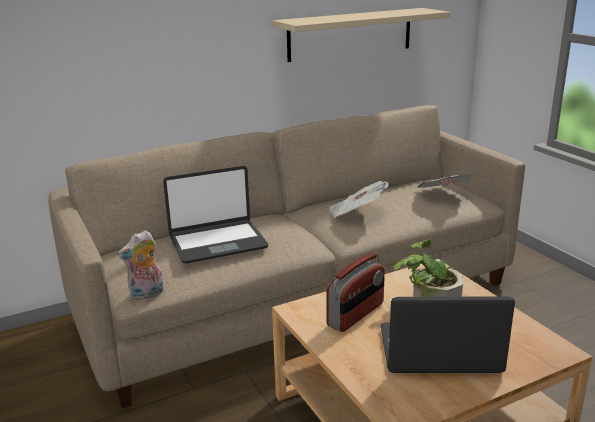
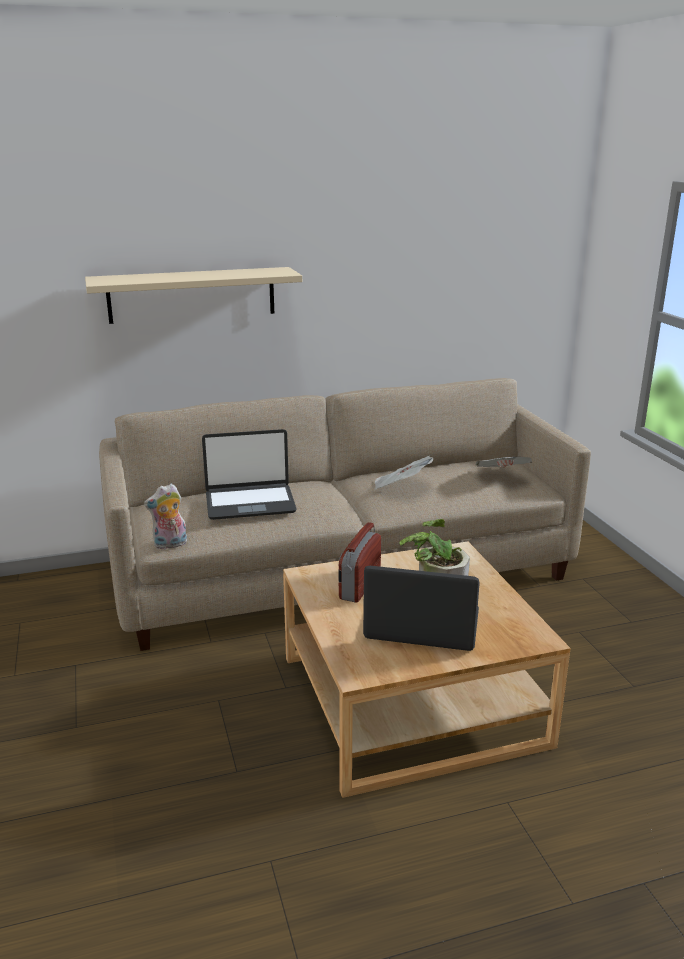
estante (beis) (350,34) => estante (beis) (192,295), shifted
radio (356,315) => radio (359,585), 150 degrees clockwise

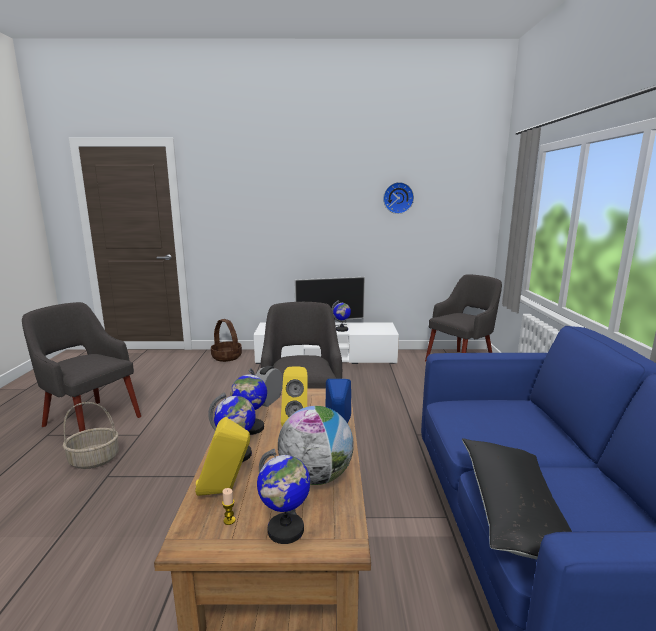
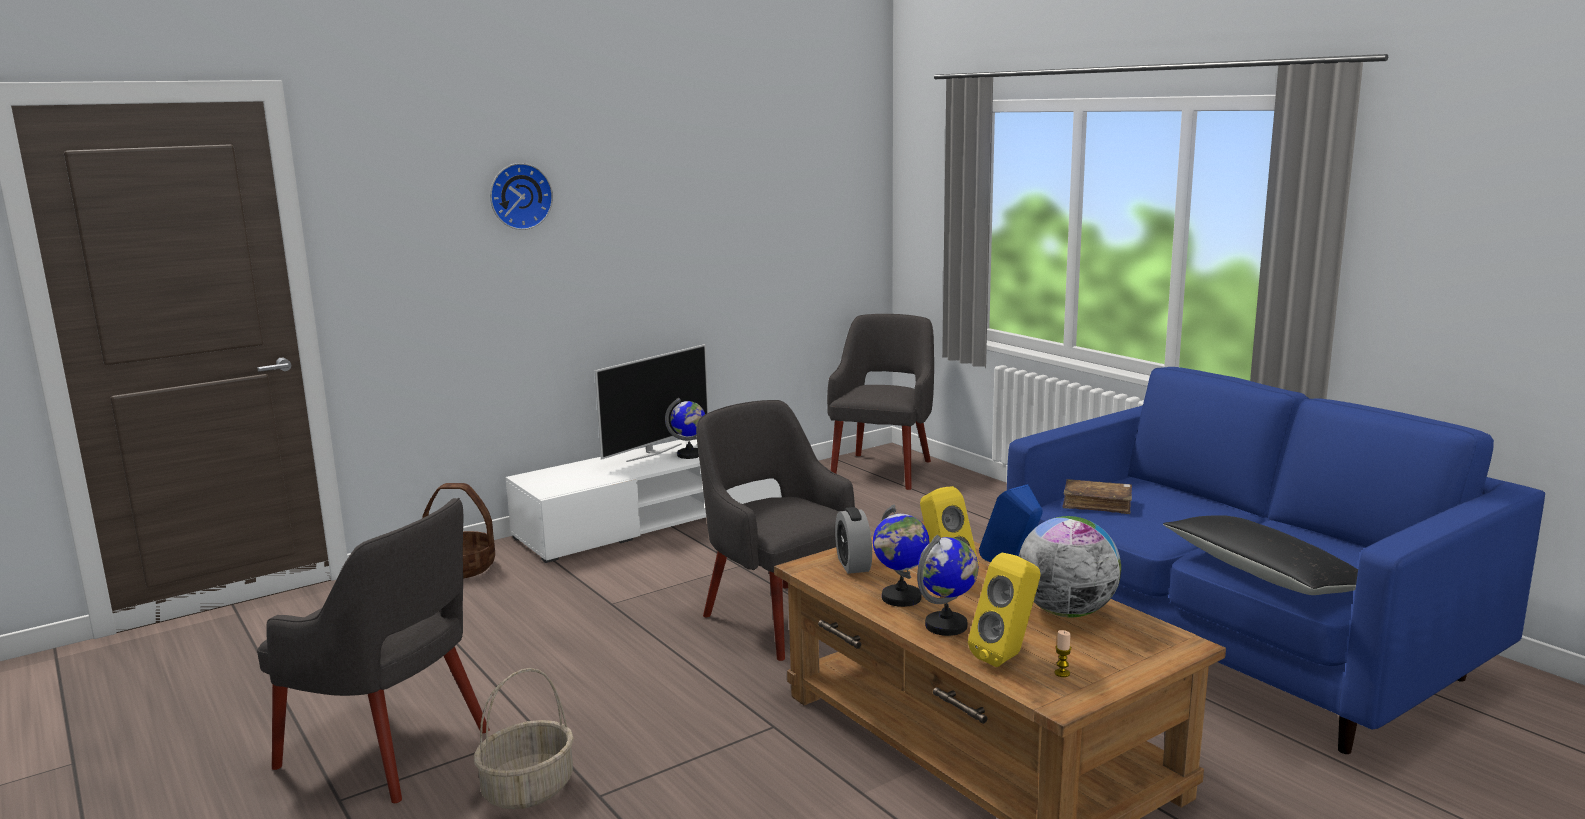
sillón (gris) (91,421) => sillón (gris) (388,749), 150 degrees counterclockwise
reloj de pared (398,198) => reloj de pared (519,196), shifted
nothing => libro (marrón) (1097,504)
globo terráqueo (285,530) => nothing

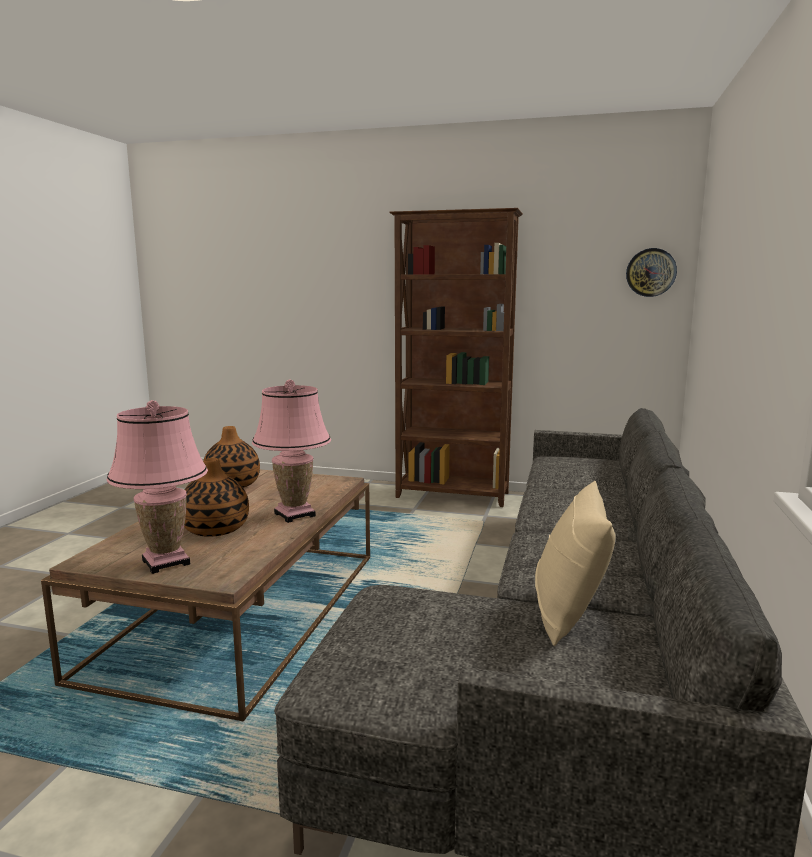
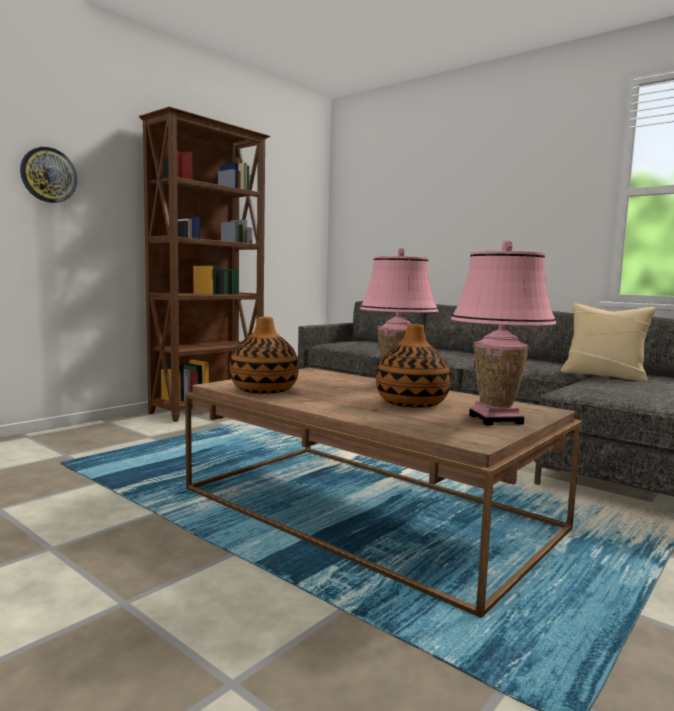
reloj de pared (651,272) => reloj de pared (48,175), shifted

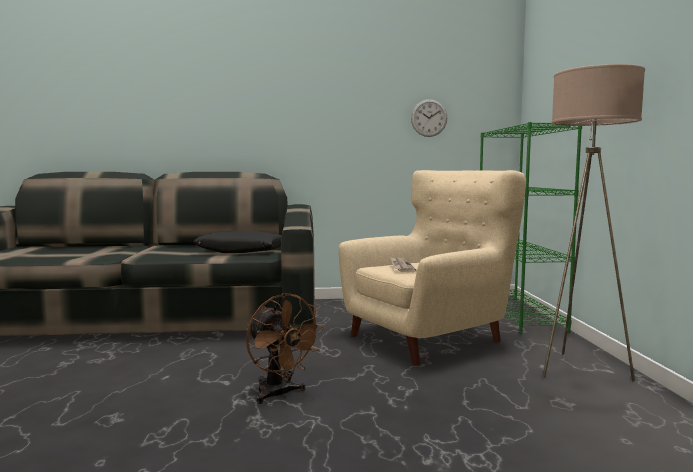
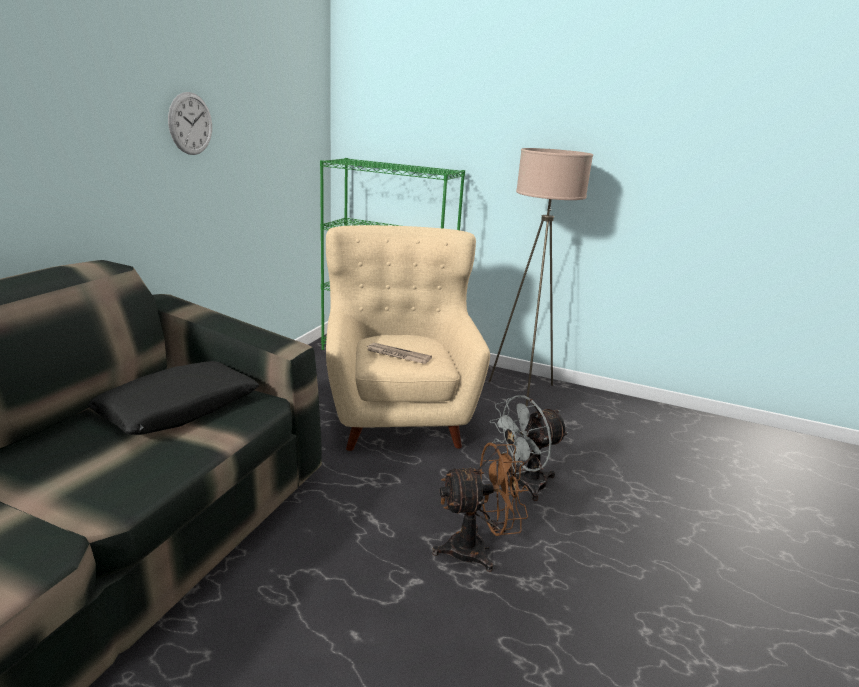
reloj de pared (429,118) => reloj de pared (190,124), shifted
nothing => ventilador (gris) (523,485)

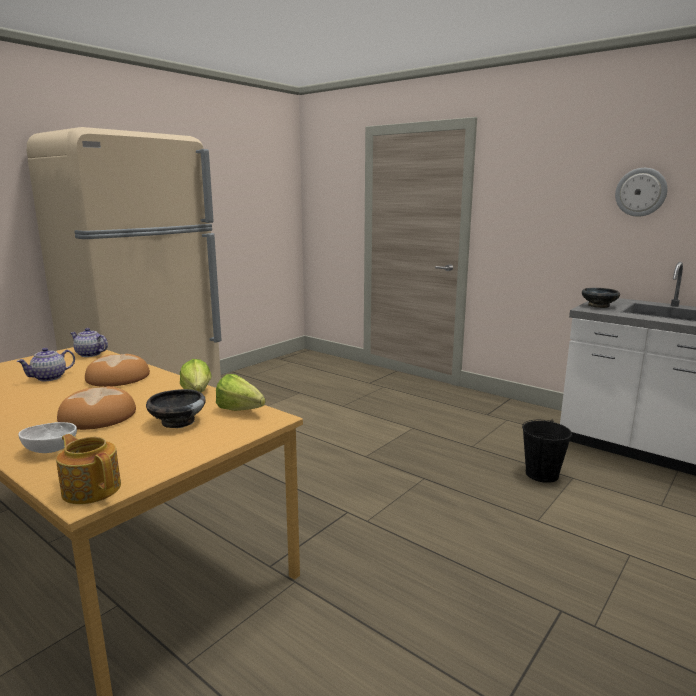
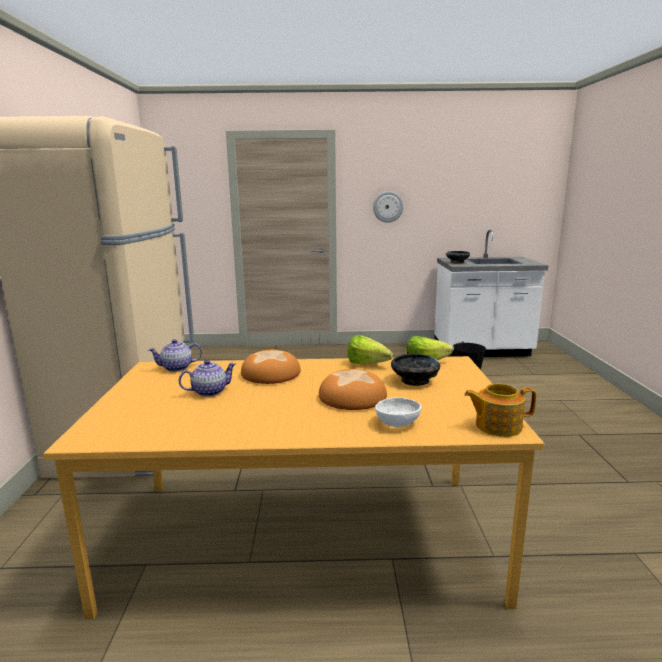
tetera (50,377) => tetera (209,392), 120 degrees counterclockwise
reloj de pared (641,192) => reloj de pared (388,206), shifted

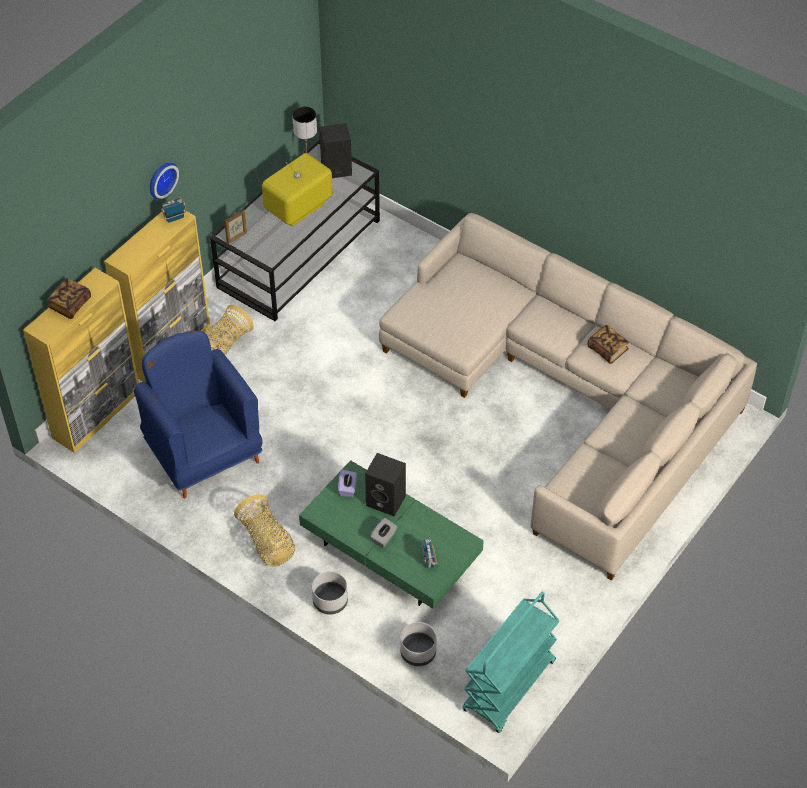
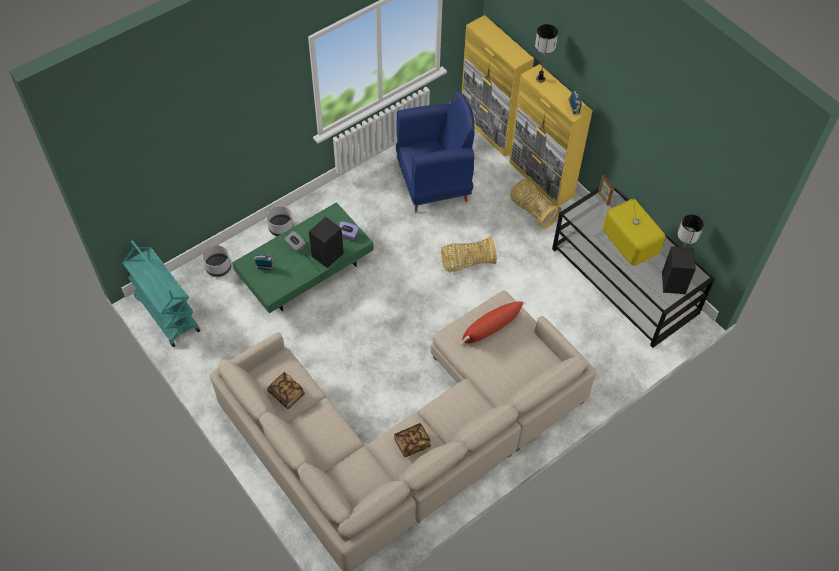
libro (70,304) => libro (286,394), shifted
cesta (267,542) => cesta (466,262), shifted
nothing => cojín (rojo) (490,329)
nothing => lámpara de mesa (540,79)
reloj de pared (161,179) => nothing

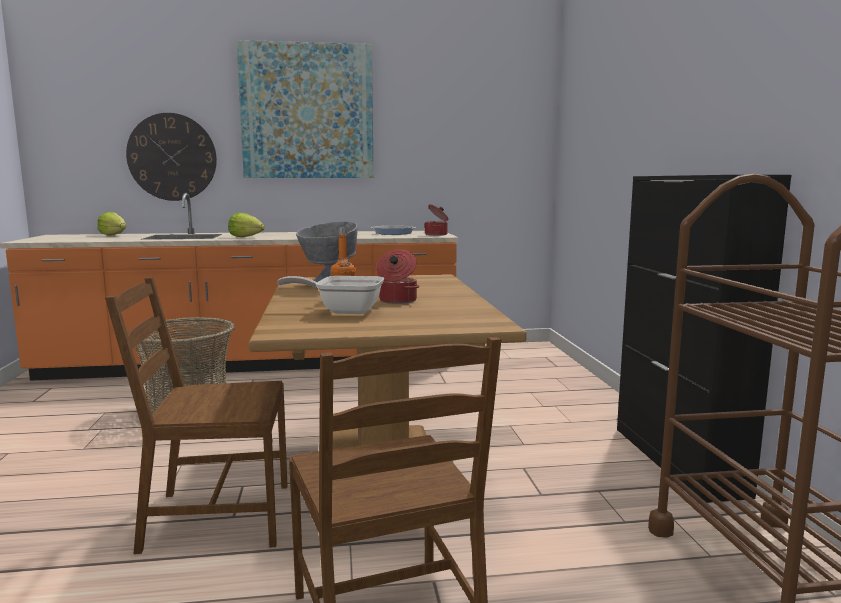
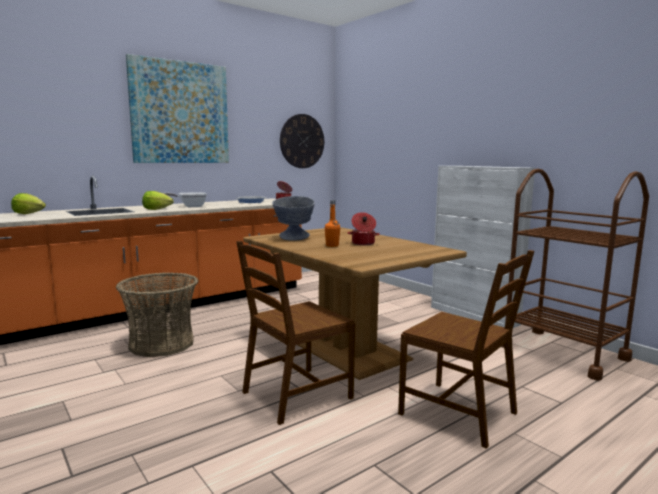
sartén (343,311) => sartén (189,206), shifted
reloj de pared (172,157) => reloj de pared (302,141), shifted
armario (negro) (677,460) => armario (blanco) (473,316)

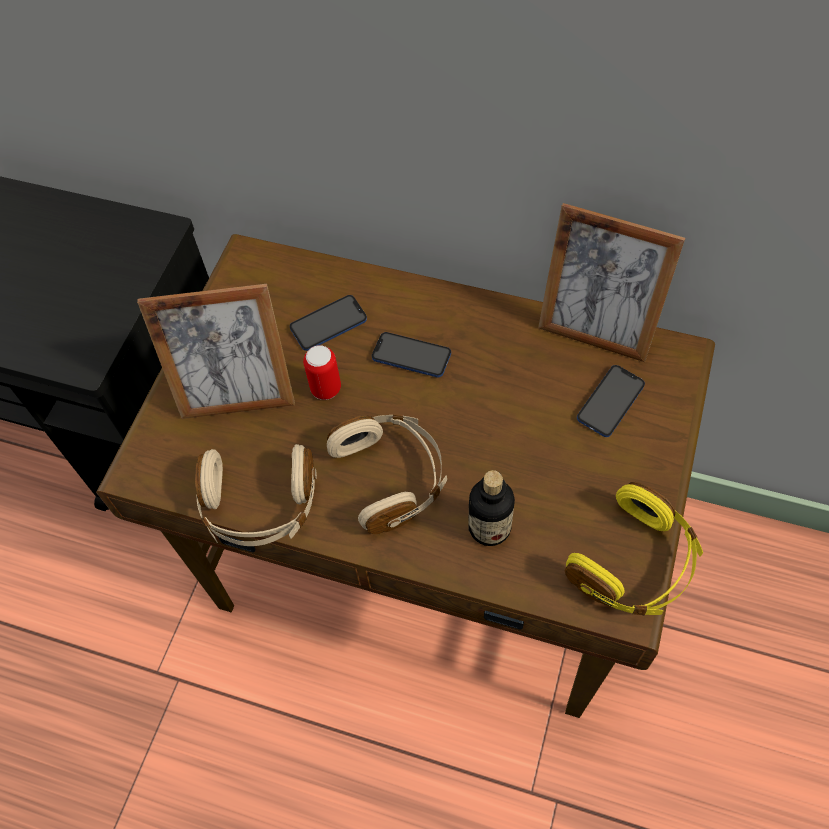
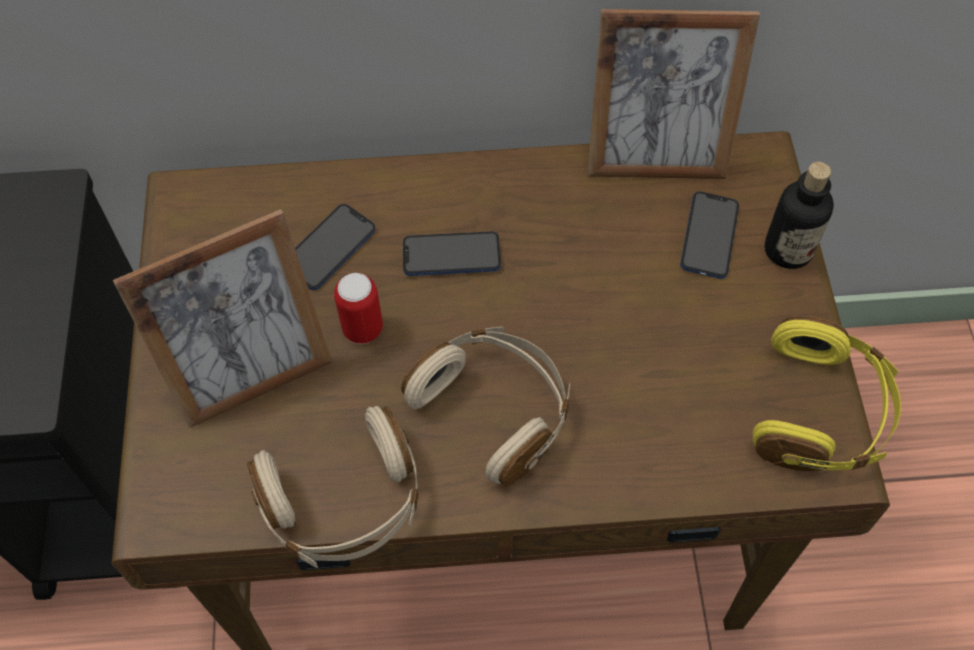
botella (489,527) => botella (788,250), shifted

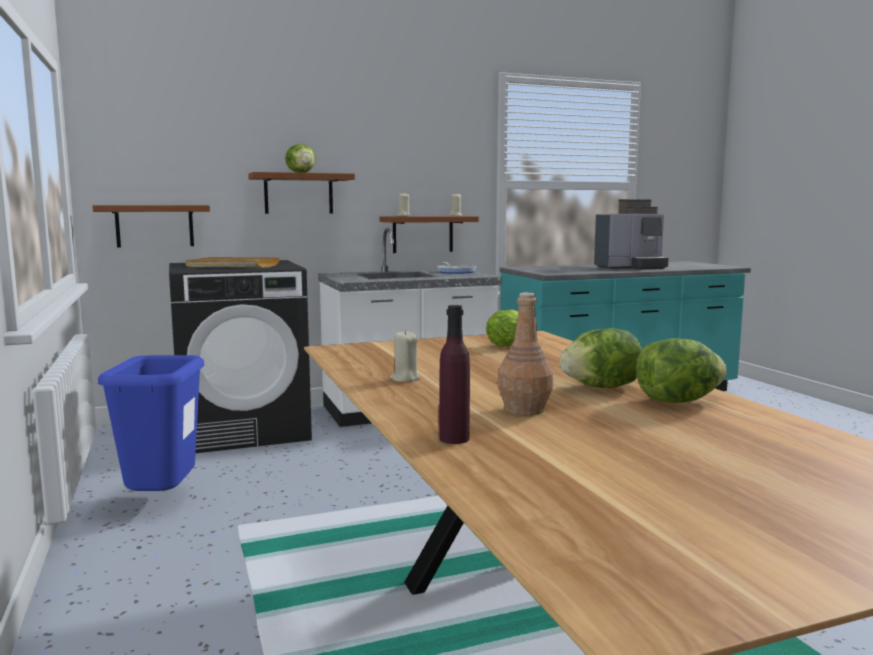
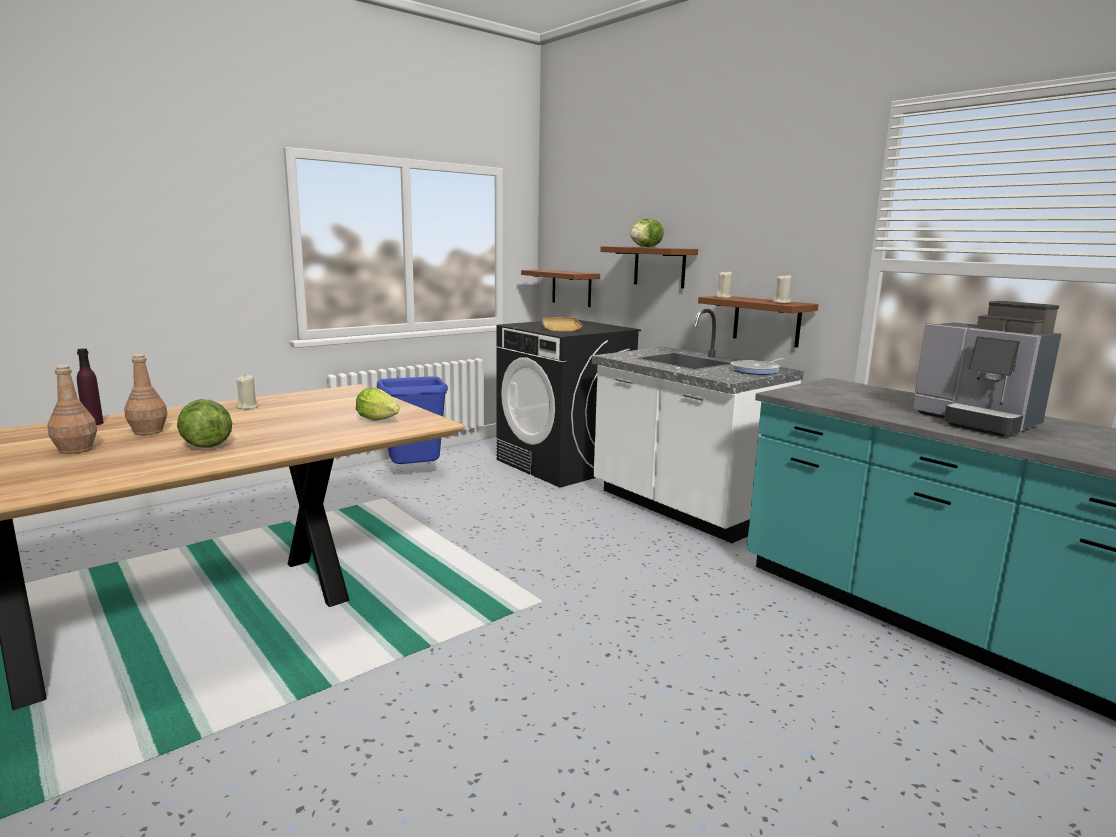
nothing => botella (marrón) (75,449)
lechuga (677,401) => nothing

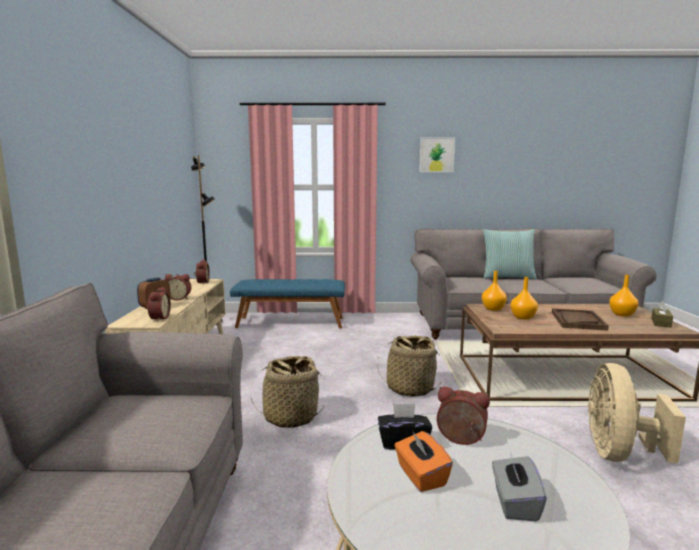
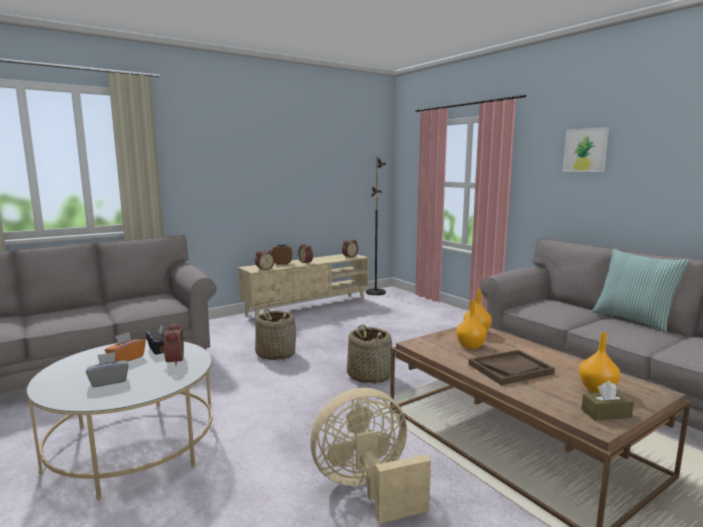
banco (azul) (290,322) => nothing

